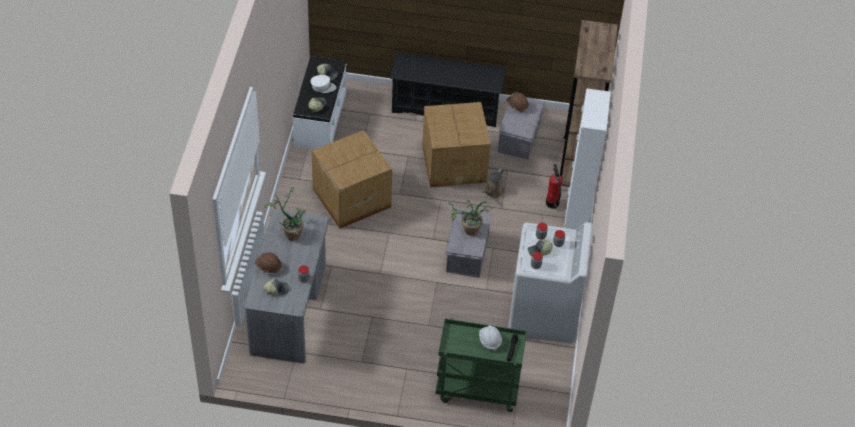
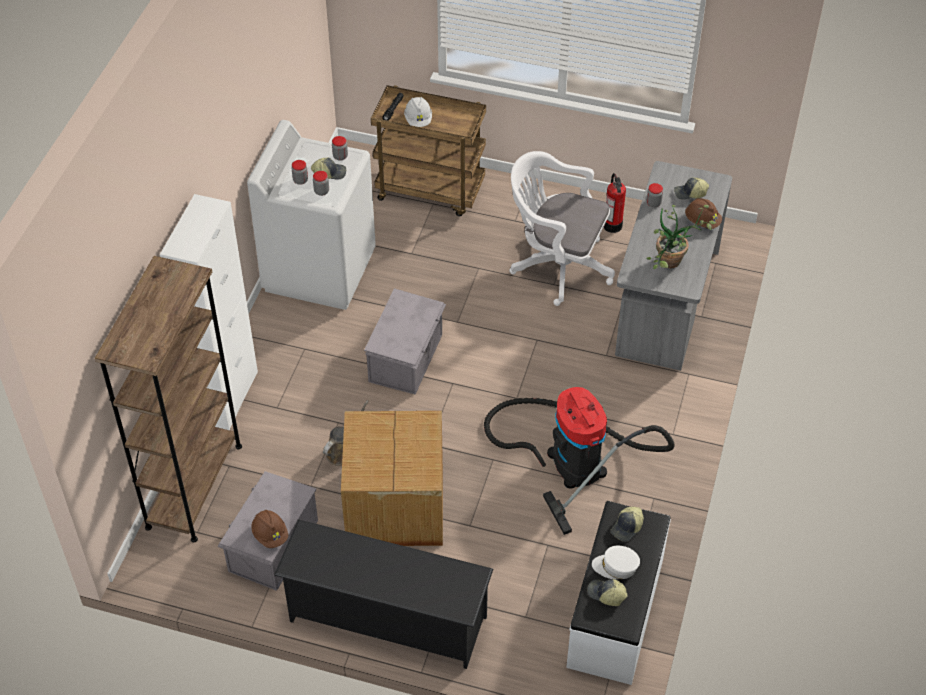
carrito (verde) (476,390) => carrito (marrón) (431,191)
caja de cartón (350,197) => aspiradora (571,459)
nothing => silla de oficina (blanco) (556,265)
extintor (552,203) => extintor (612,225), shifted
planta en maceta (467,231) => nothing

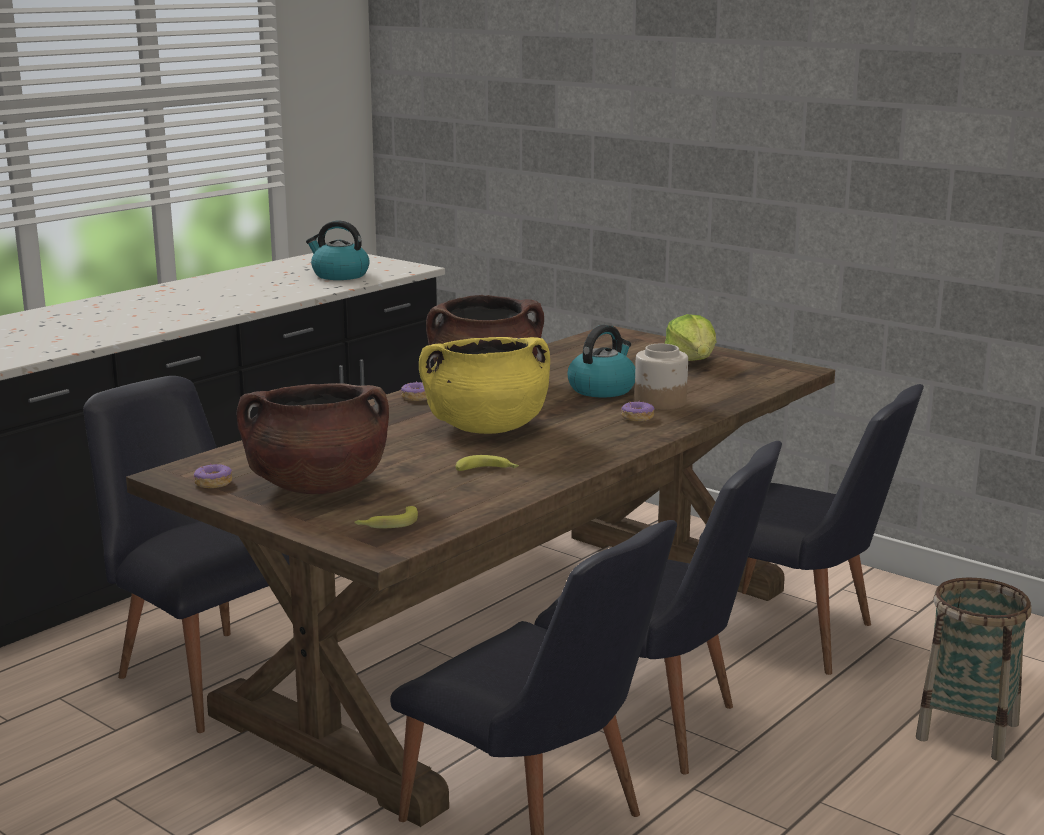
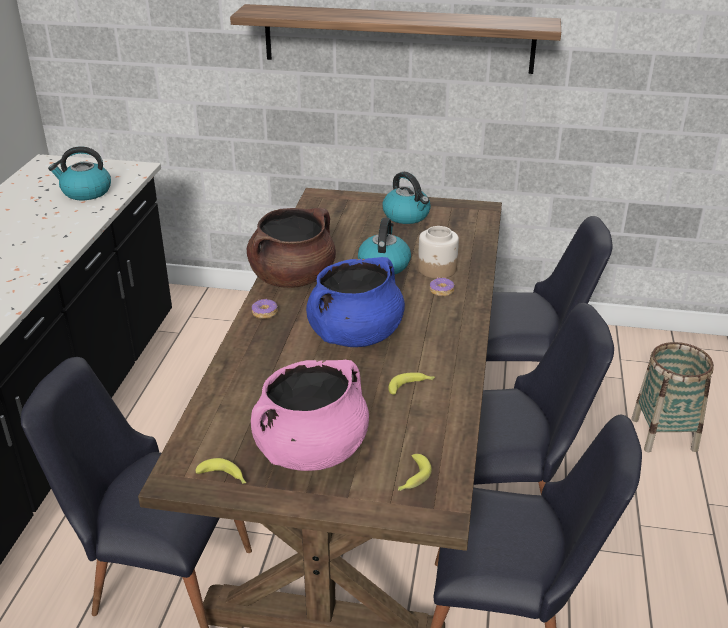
rosquilla (213,483) => plátano (224,477)
nothing => estante (397,38)
olla (marrón) (317,486) => olla (rosa) (311,451)
olla (amarillo) (486,428) => olla (azul) (355,335)
lechuga (692,361) => hervidor (407,216)

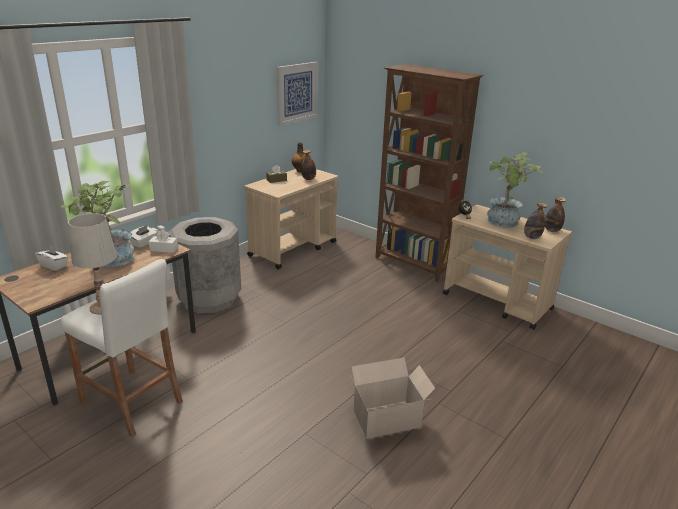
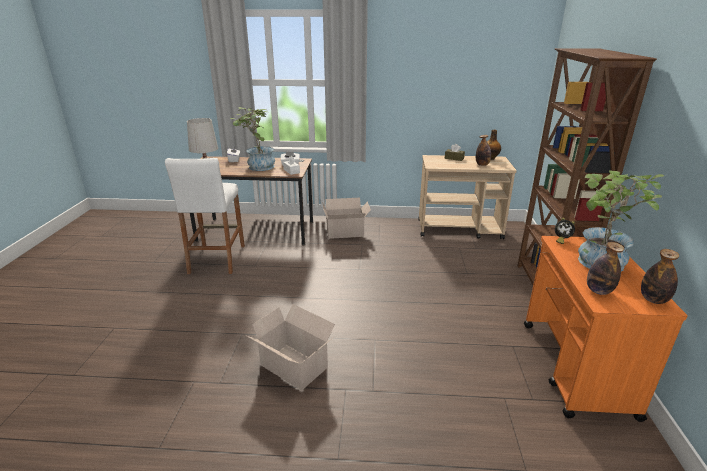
papelera (gris) (209,299) => caja de cartón (346,232)
carrito (beis) (497,302) => carrito (naranja) (576,368)
cuadro (297,93) => nothing

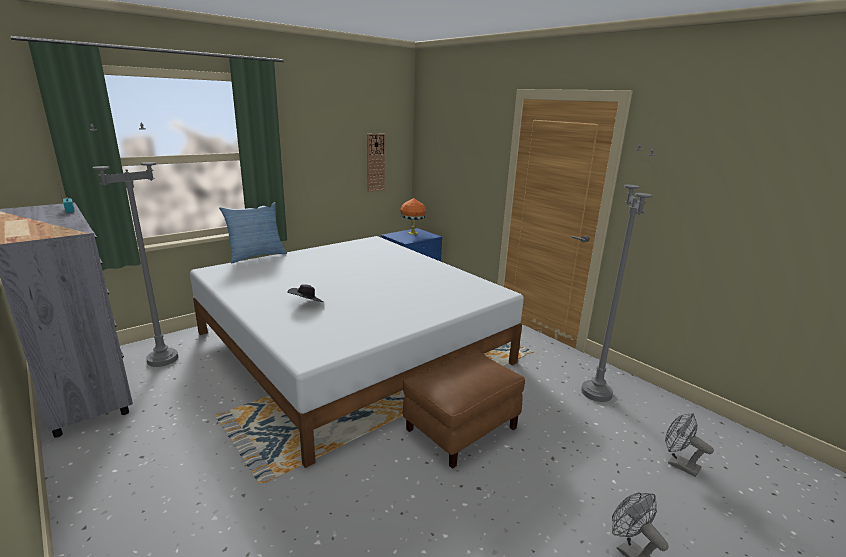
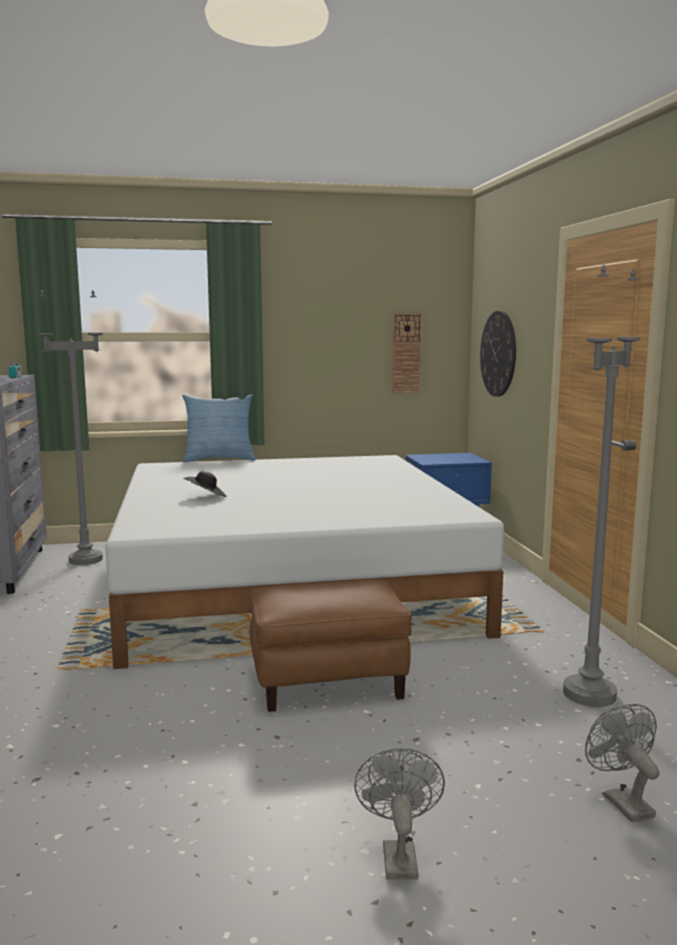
nothing => reloj de pared (498,353)
lámpara de mesa (naranja) (412,233) => nothing

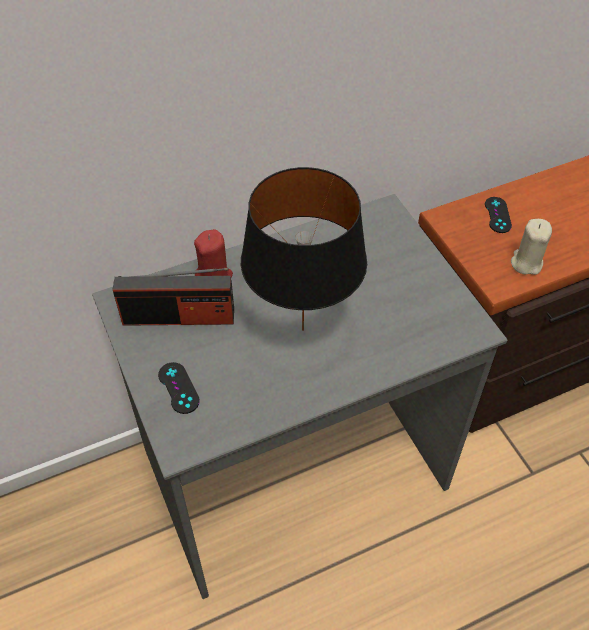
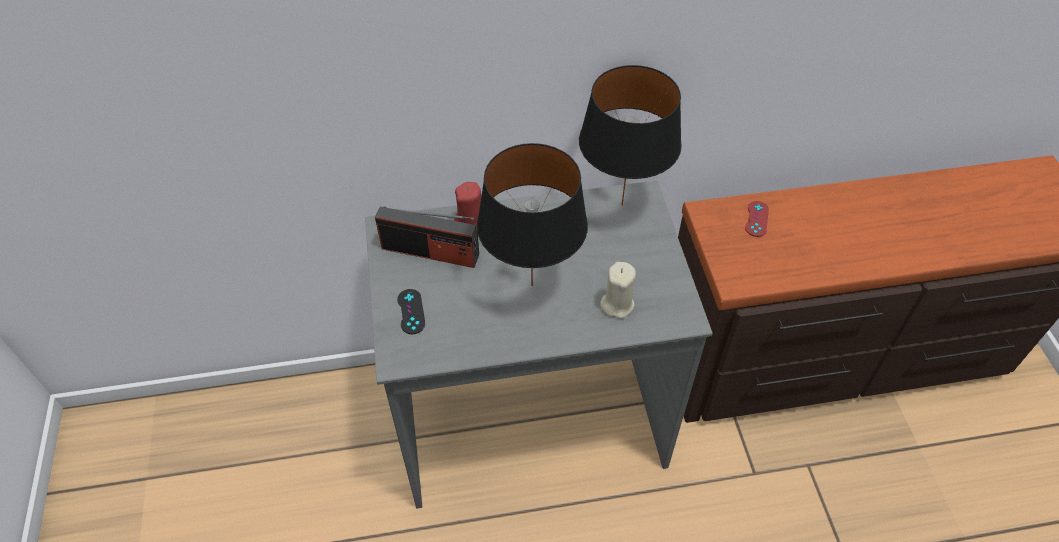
nothing => lámpara de mesa (negro) (623,205)
vela (beis) (526,263) => vela (beis) (617,304), shifted
mando de consola (negro) (497,215) => mando de consola (rojo) (756,219)

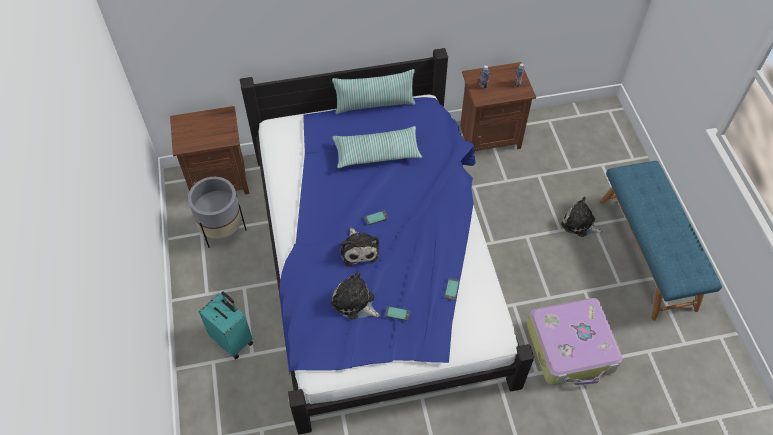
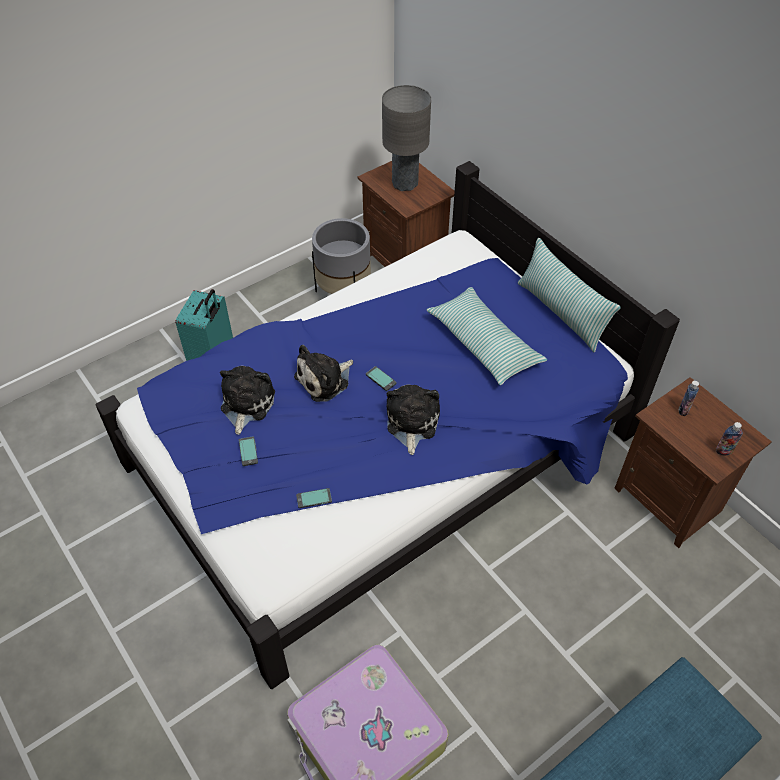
nothing => lámpara de mesa (gris) (405,184)
peluche (580,224) => peluche (411,423), shifted

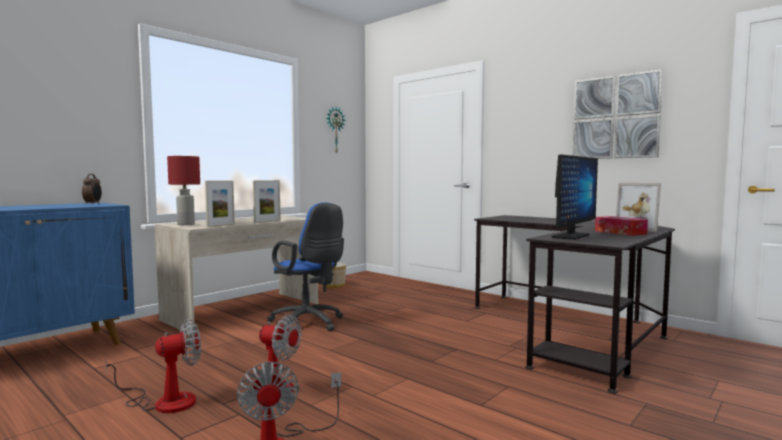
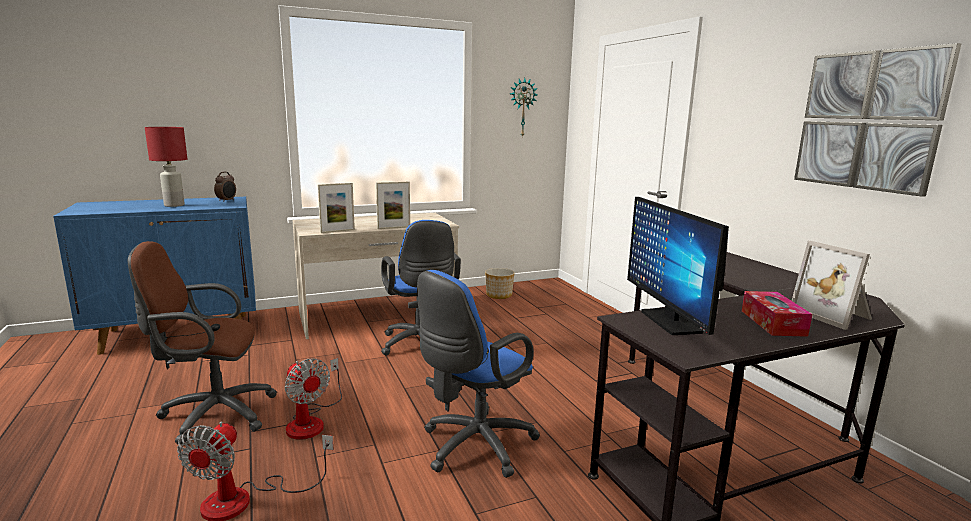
ventilador (164,401) => silla de oficina (marrón) (212,414)
lámpara de mesa (rojo) (185,224) => lámpara de mesa (rojo) (173,205), shifted
nothing => silla de oficina (azul) (473,447)
monitor (570,236) => monitor (670,321), 105 degrees clockwise

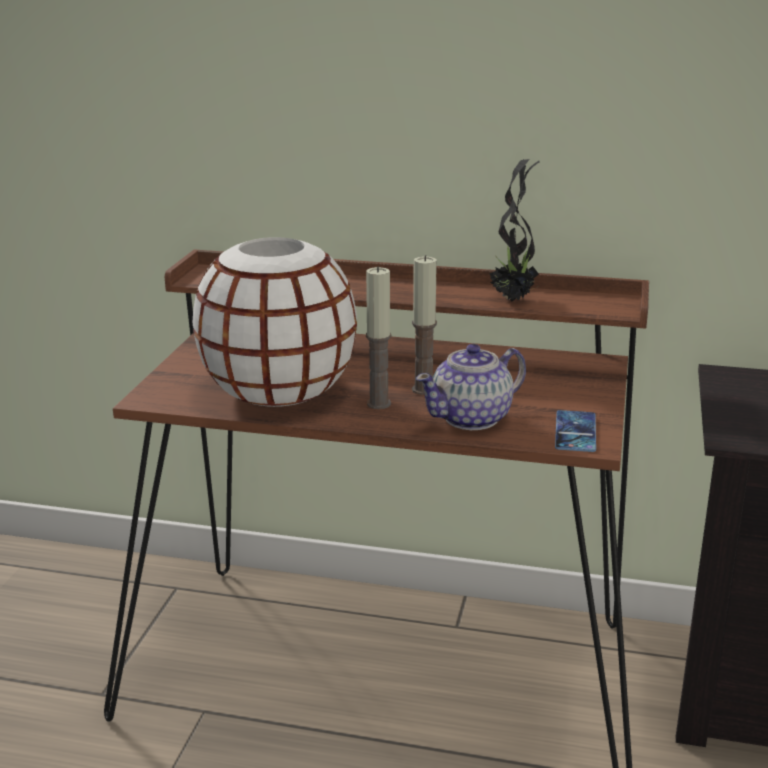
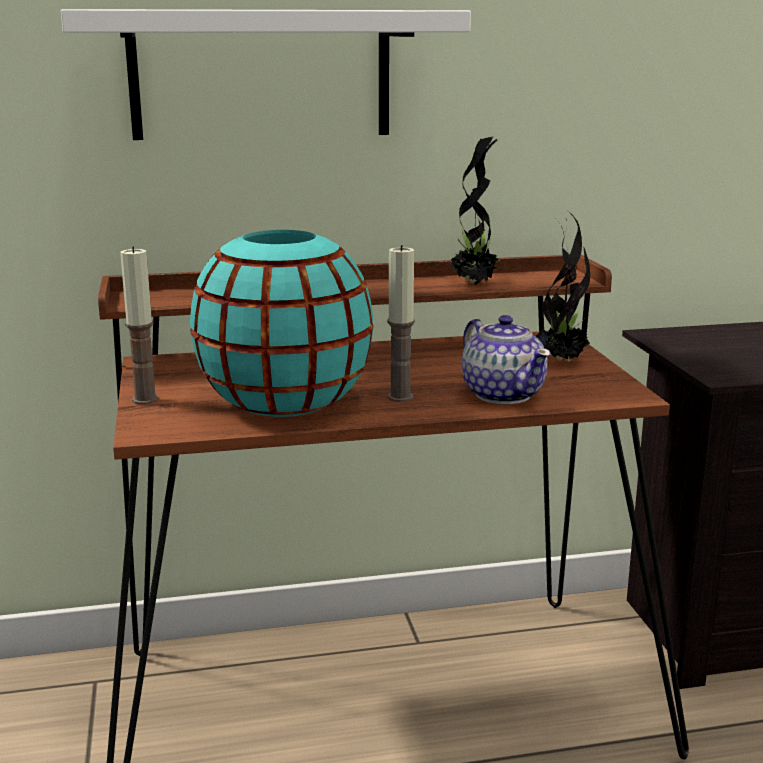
nothing => estante (blanco) (261,75)
vela (423,389) => vela (145,399), shifted
florero (blanco) (279,391) => florero (turquesa) (285,403)
tetera (472,418) => tetera (503,394), 60 degrees counterclockwise
nothing => planta en maceta (562,361)
móvil (575,432) => nothing

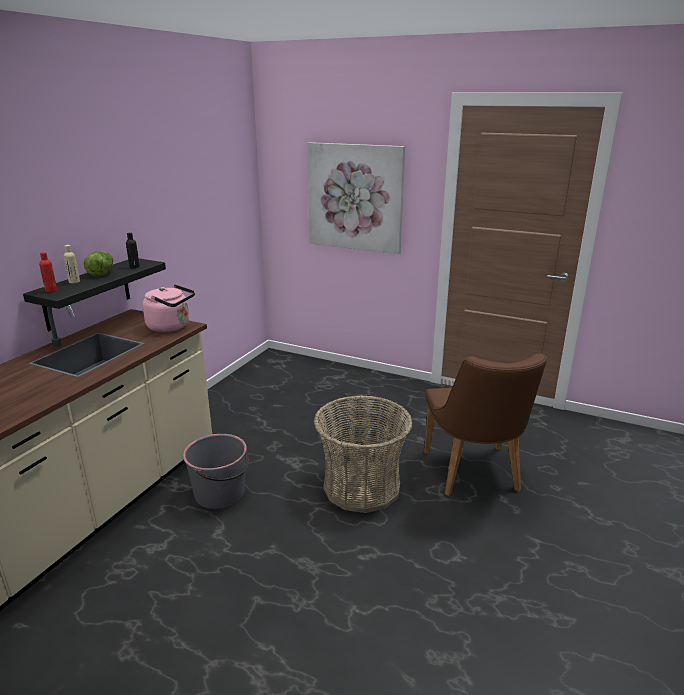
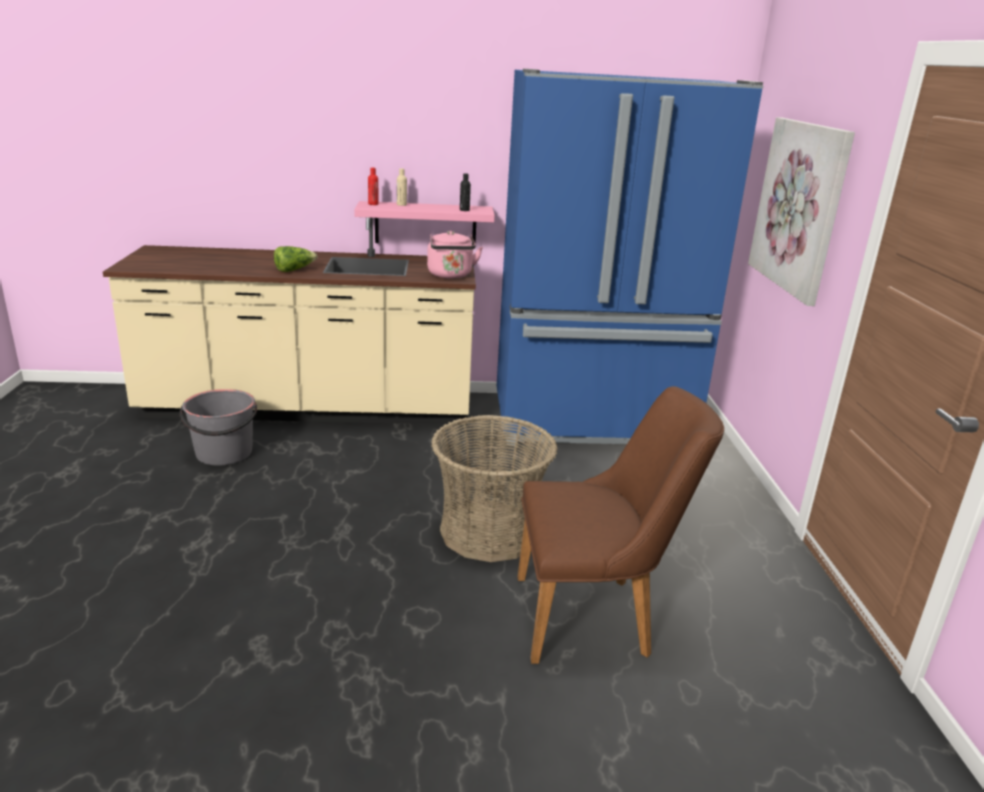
cubo (gris) (220,493) => cubo (gris) (224,453), shifted
lechuga (101,272) => lechuga (294,270), shifted
estante (negro) (87,294) => estante (rosa) (425,224)
nothing => nevera (azul) (593,422)
silla (marrón) (474,476) => silla (marrón) (596,616), 150 degrees counterclockwise

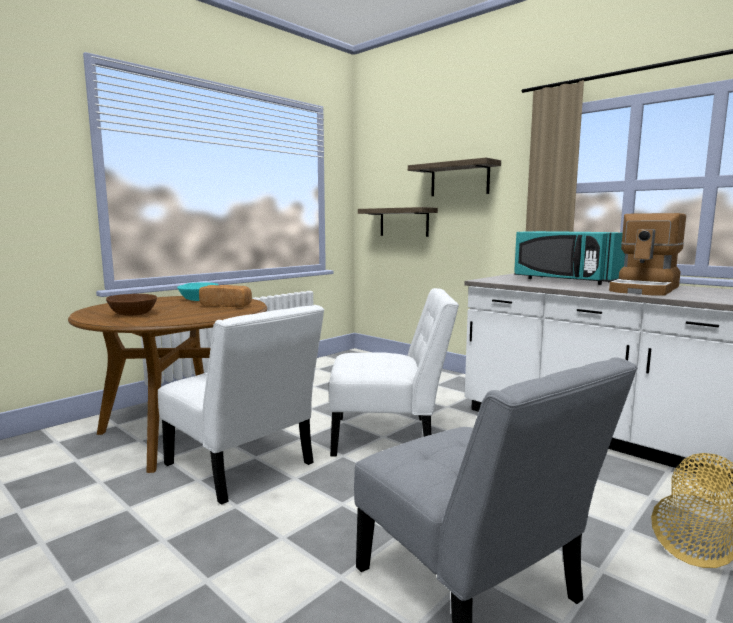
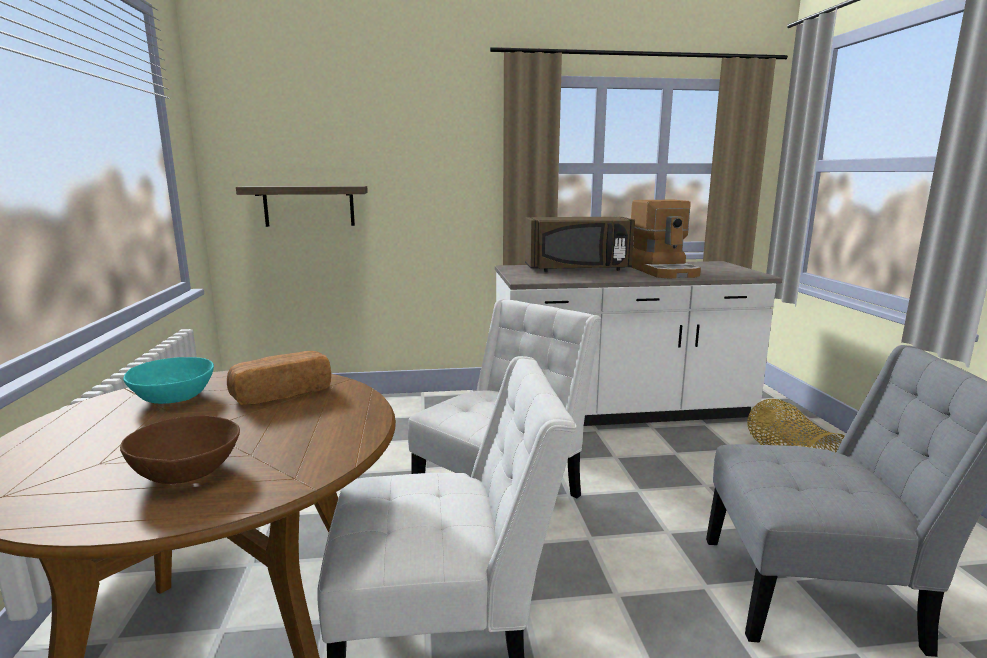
microondas (turquesa) (565,280) => microondas (marrón) (578,269)
estante (459,179) => nothing

